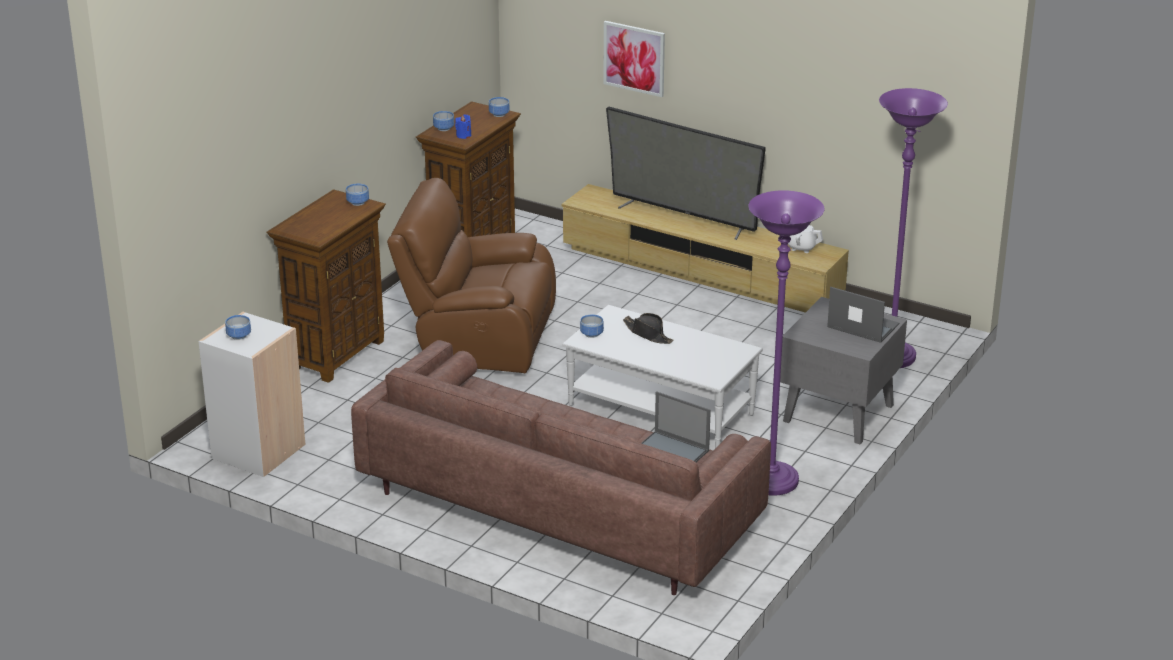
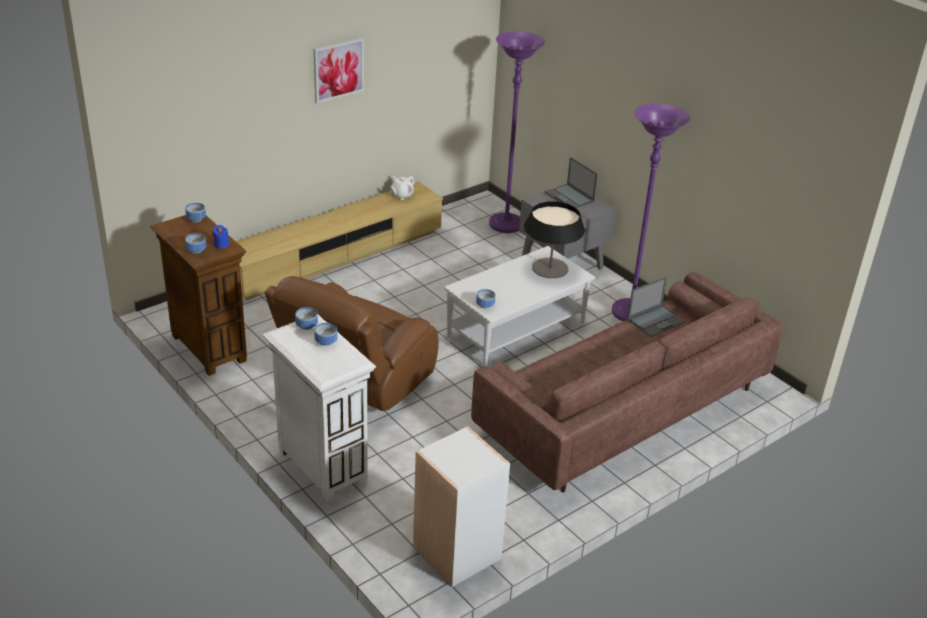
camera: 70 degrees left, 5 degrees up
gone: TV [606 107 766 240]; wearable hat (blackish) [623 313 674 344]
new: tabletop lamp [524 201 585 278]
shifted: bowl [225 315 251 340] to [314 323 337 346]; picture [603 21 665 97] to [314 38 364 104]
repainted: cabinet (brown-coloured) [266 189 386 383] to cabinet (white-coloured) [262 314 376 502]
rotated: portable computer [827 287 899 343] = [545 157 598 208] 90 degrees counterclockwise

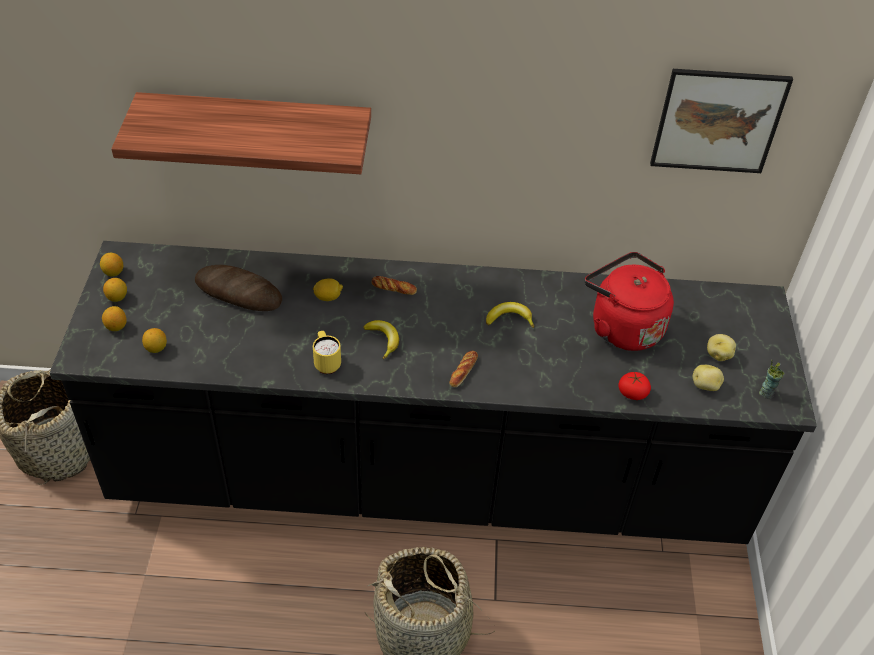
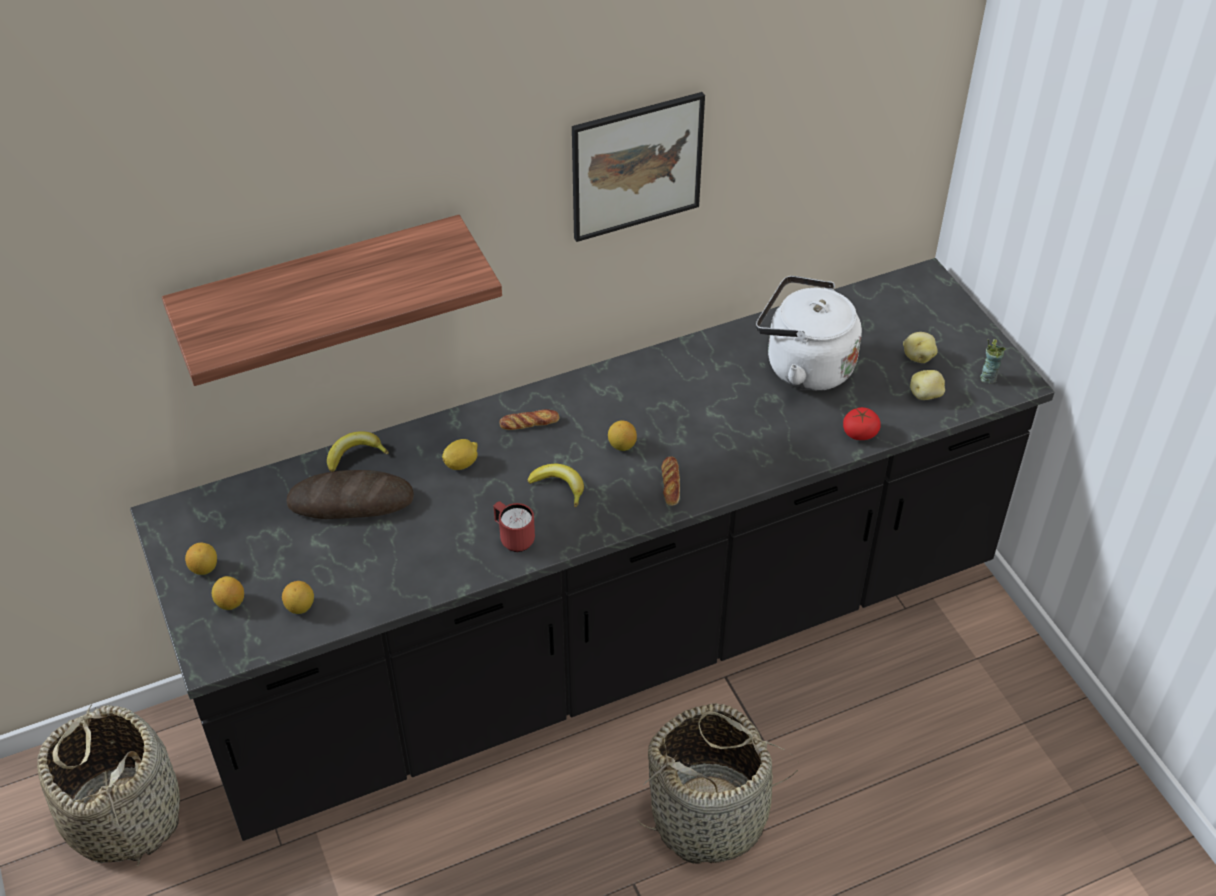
camera: 25 degrees left, 0 degrees up
shifted: whole lemon [100 253 123 276] to [608 420 637 451]; whole banana [486 302 534 328] to [327 431 389 472]; picture [650 69 793 173] to [572 92 705 242]
repainted: mug (yellow) [313 331 341 374] to mug (reddish) [493 501 535 552]; water kettle (reddish) [585 252 674 351] to water kettle (white-coloured) [756 276 862 391]

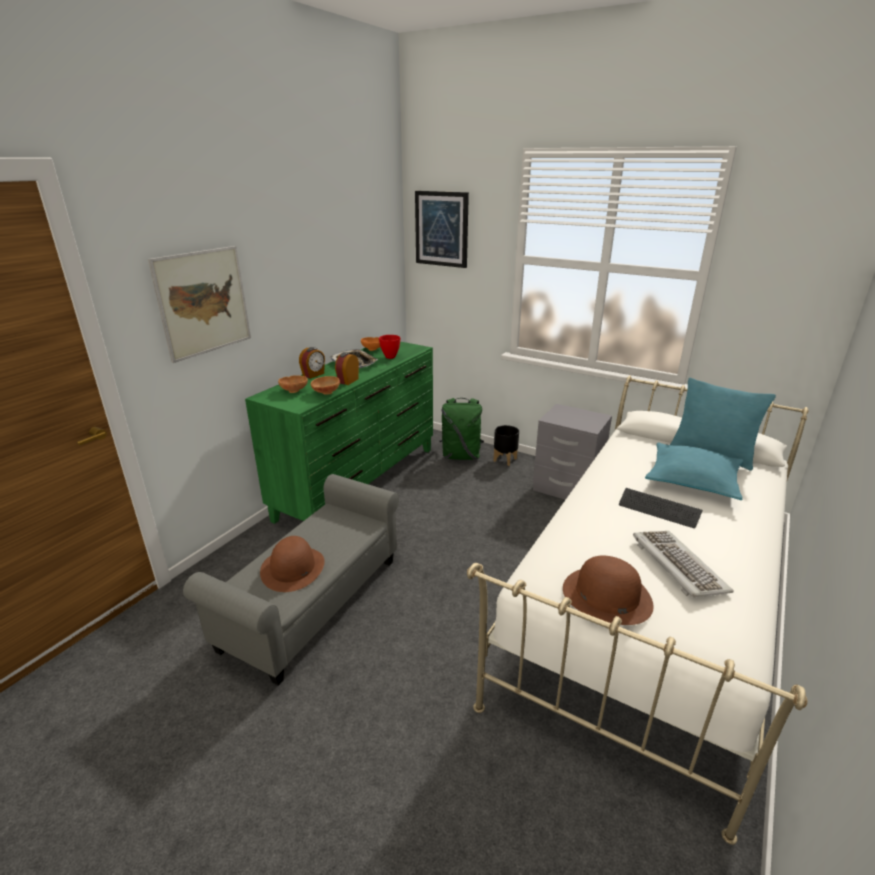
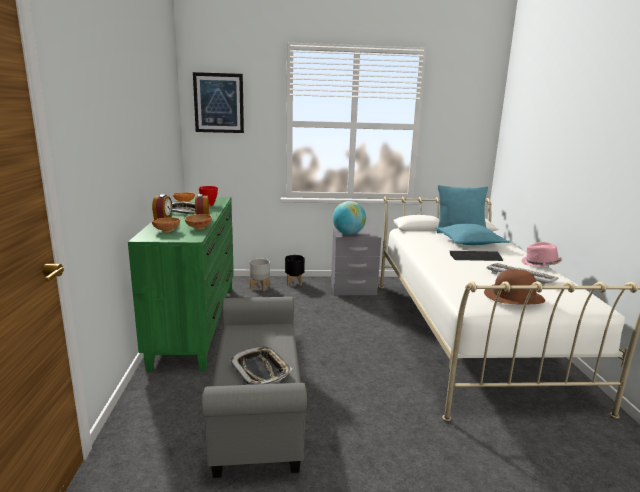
camera: 35 degrees left, 10 degrees down
gone: picture [148 246 251 363]
new: world globe [333 201 366 235]; wearable hat (pink) [521 242 562 267]
swapped: wearable hat (brown-coloured) [260 536 325 592] to serving tray [230 346 292 385]; rucksack (green-coloured) [440 398 484 460] to plant pot (gray) [249 259 270 291]

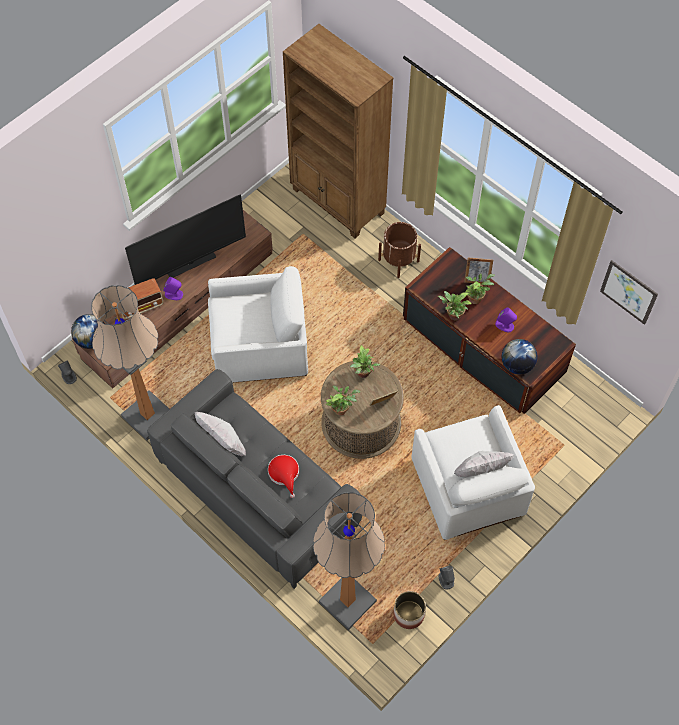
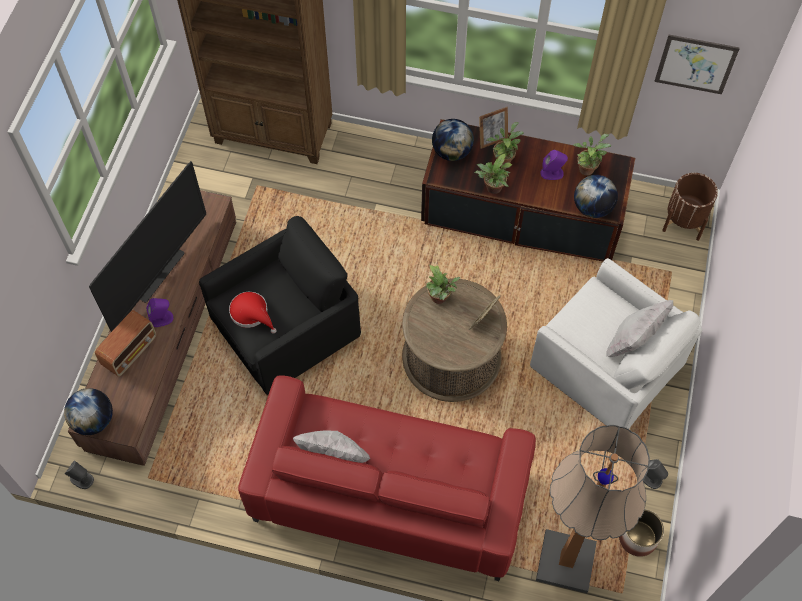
camera: 30 degrees left, 0 degrees up
gone: floor lamp [91 285 169 440]
new: world globe [432 119 474 161]
shifted: wearable hat (reddish) [268 455 299 498] to [229 292 276 334]; potted plant [326 385 360 416] to [573 134 611 176]; plant pot (brown-coloured) [378 222 421 278] to [662 173 718 241]
repainted: couch (gray) [147 369 362 589] to couch (reddish) [238 375 536 581]; lounge chair (white-coloured) [208 266 308 383] to lounge chair (blackish) [199 216 361 395]

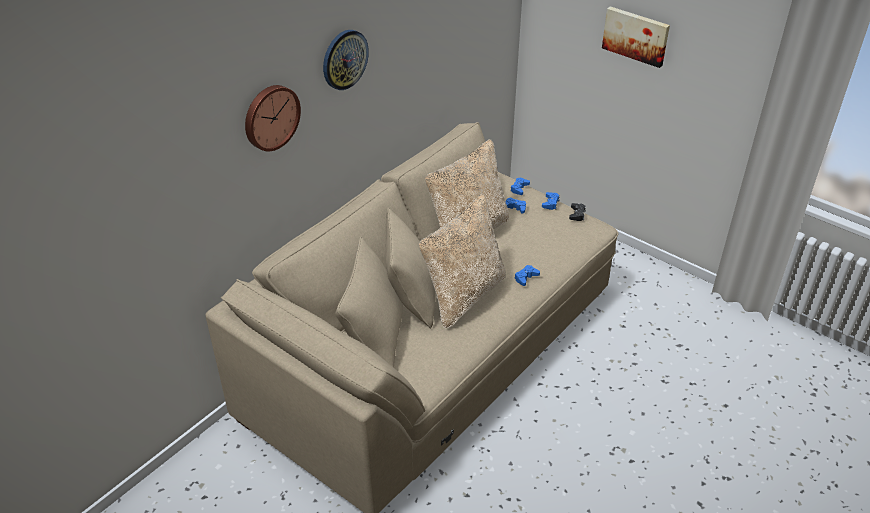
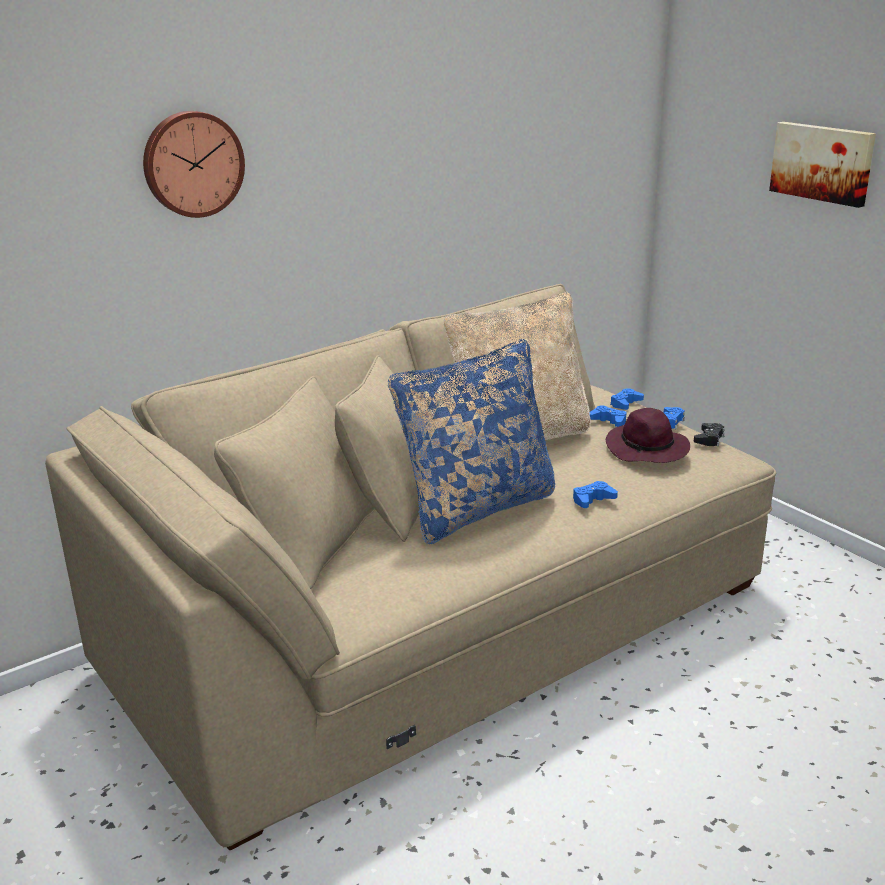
camera: 15 degrees right, 15 degrees down
gone: wall clock [323 30 369 90]
new: wearable hat (purple-coloured) [606 408 690 463]
repainted: pillow (sand-coloured) [419 194 506 328] to pillow (blue-coloured) [387 339 555 544]

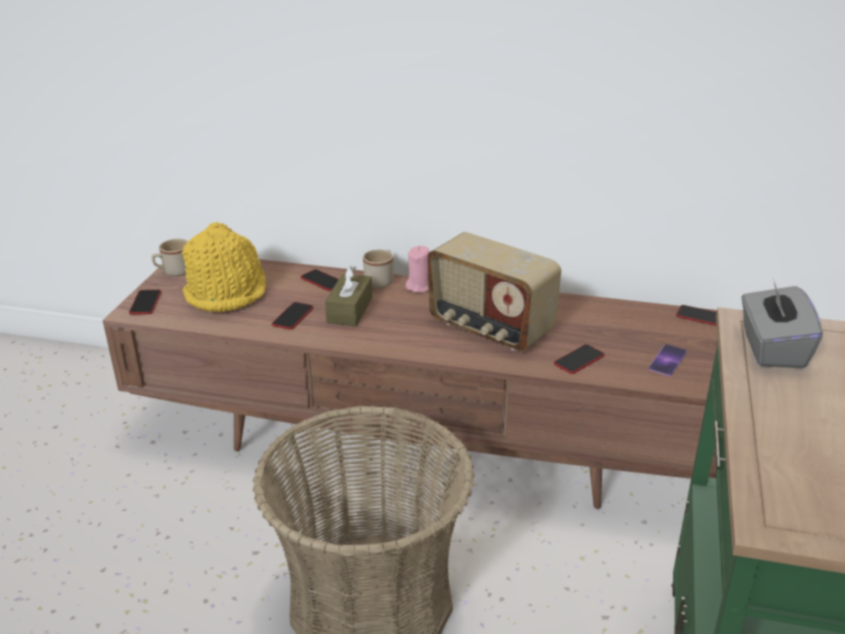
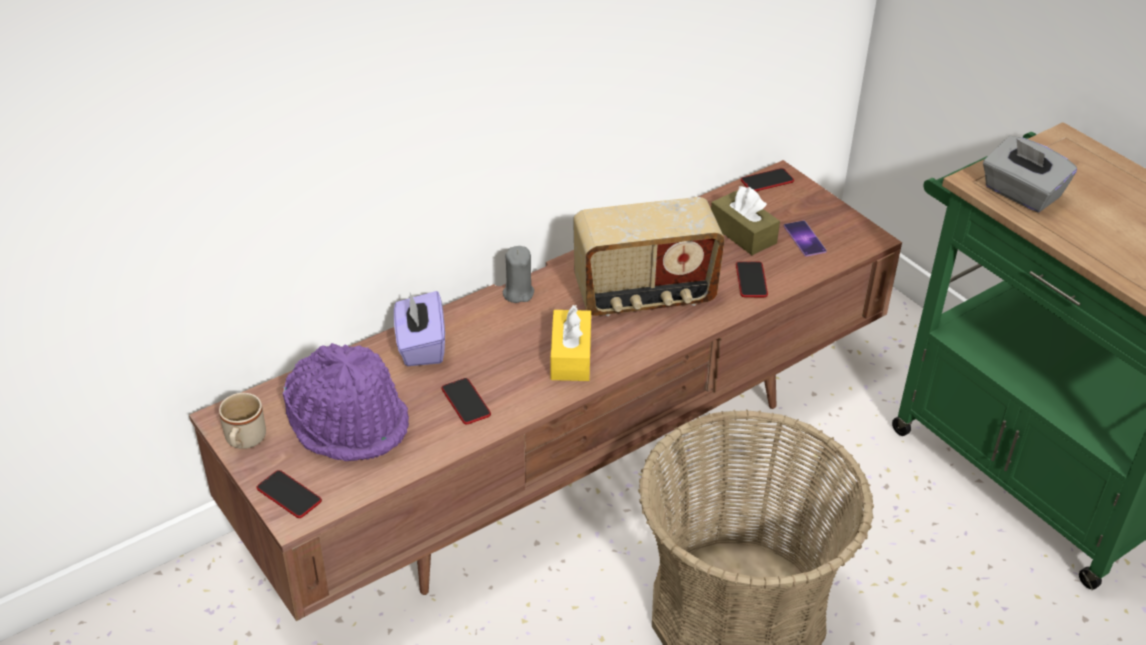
camera: 50 degrees left, 10 degrees up
gone: mug (sand-coloured) [363 249 393 288]
new: tissue holder (yellow) [551 305 591 381]
shifted: tissue holder (brown-coloured) [325 265 372 326] to [711 186 780 255]
swapped: handset [301 269 339 291] to tissue holder (purple-coloured) [394 291 445 366]
repainted: wearable hat (yellow) [182 222 266 312] to wearable hat (purple-coloured) [283 343 409 461]; wax light (pink) [405 246 430 293] to wax light (gray) [503 246 534 303]

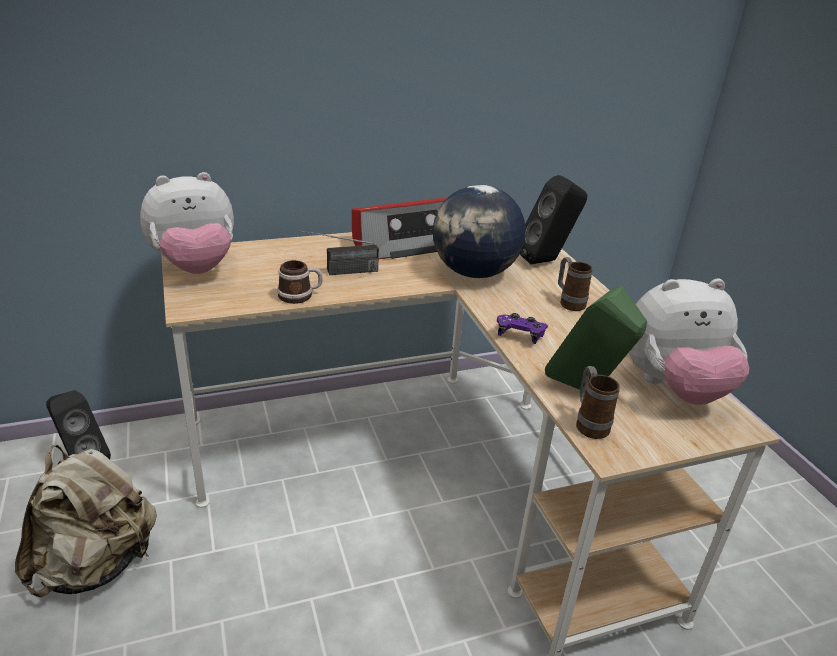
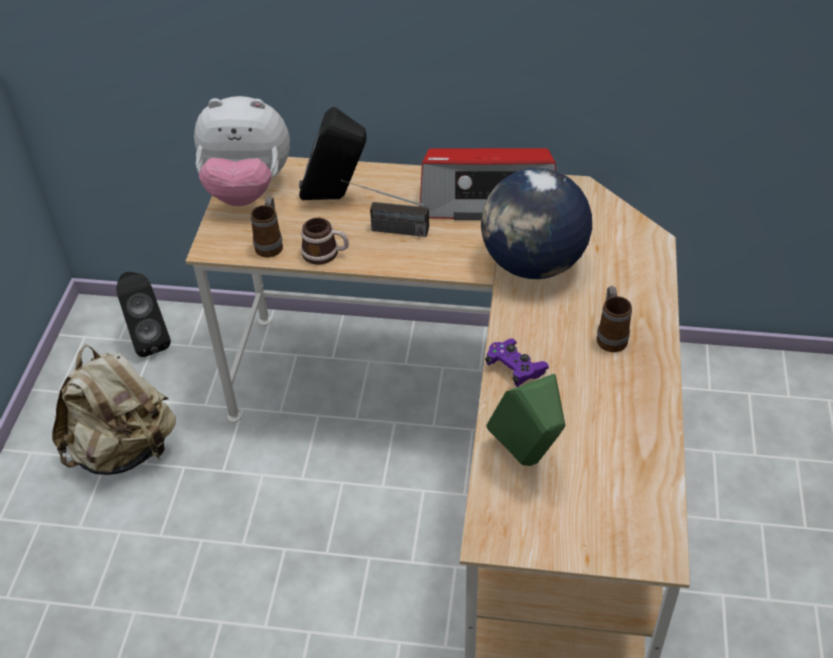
camera: 30 degrees right, 15 degrees up
gone: cuddly toy [628 279 749 405]
shifted: audio speaker (blackish) [520 175 588 264] to [299 107 367 200]; mug [576 366 619 439] to [251 197 283 257]

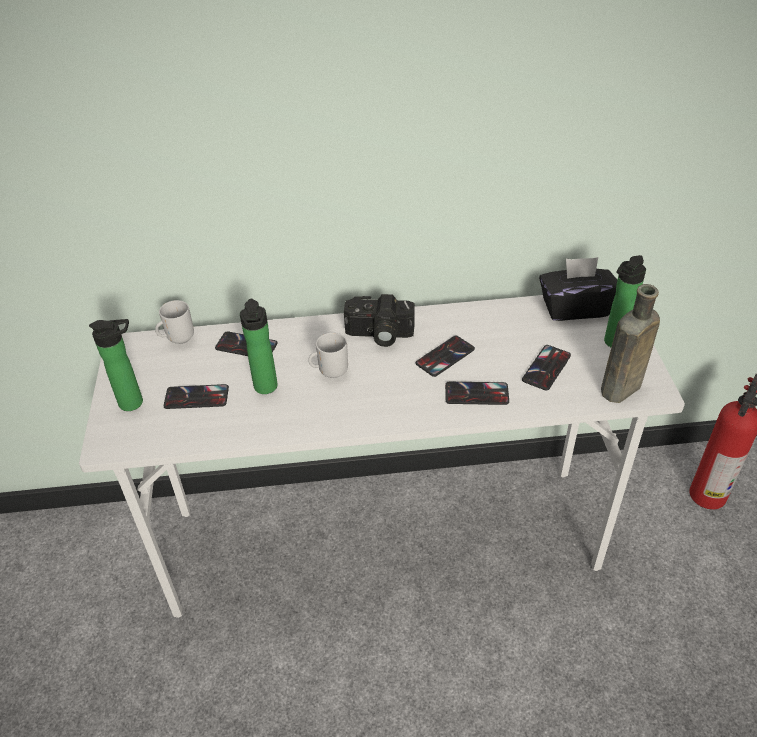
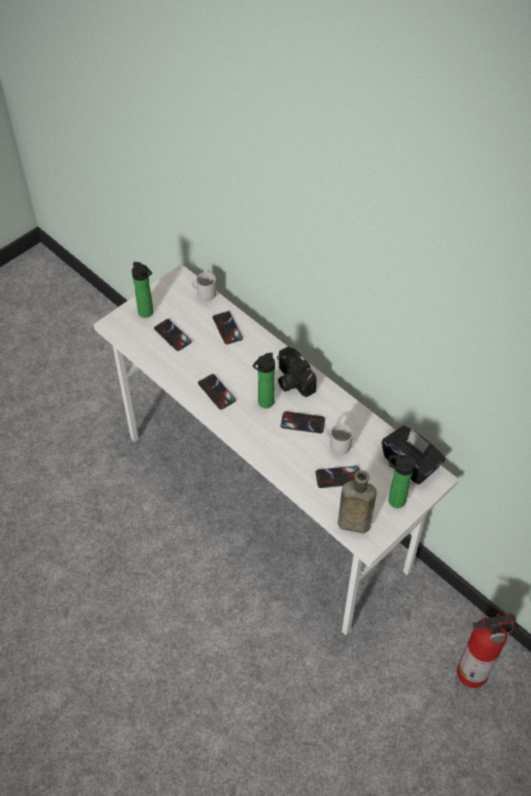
camera: 50 degrees right, 10 degrees up
shifted: beverage bottle [240 299 278 394] to [252 353 275 408]; mug [308 333 348 378] to [326 424 353 455]; handset [445 382 509 405] to [198 374 236 410]

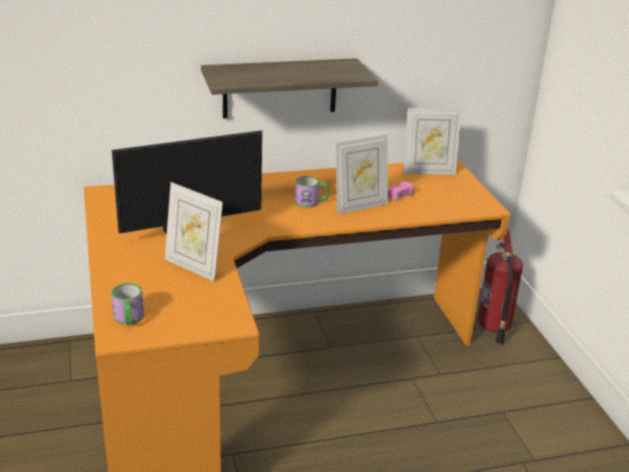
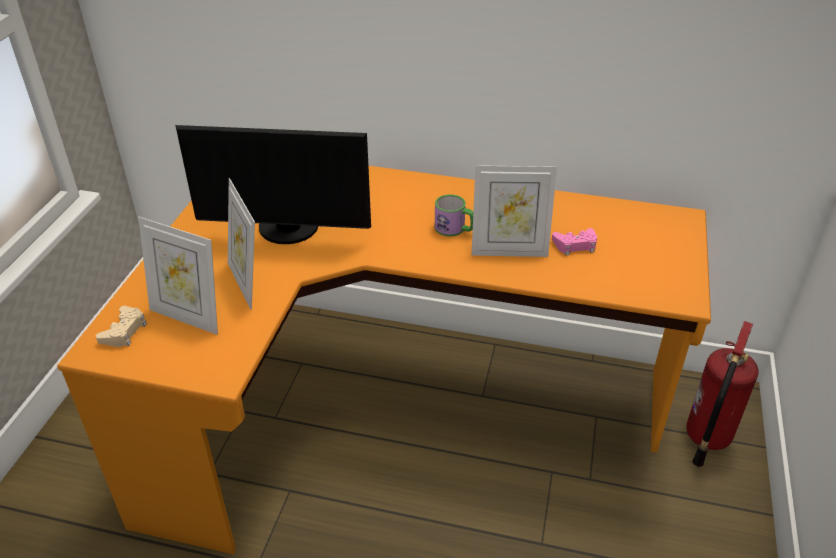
camera: 30 degrees right, 10 degrees up
gone: wall shelf [201 58 378 118]
shifted: picture frame [403 108 462 175] to [138 217 218 335]
swapped: mug [111 283 144 325] to joypad (sand-coloured) [96 306 147 347]

